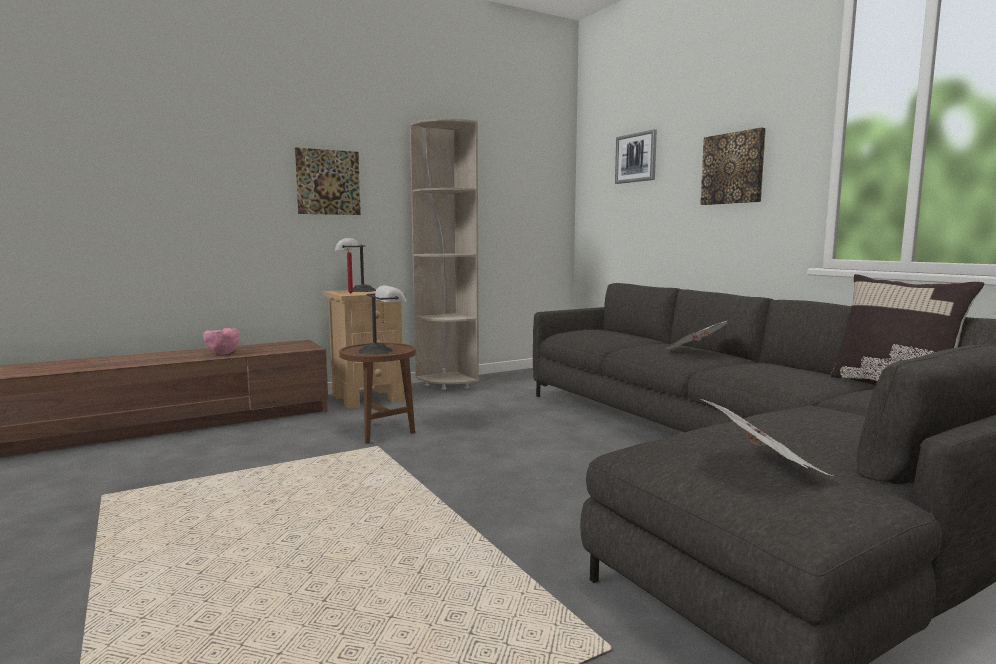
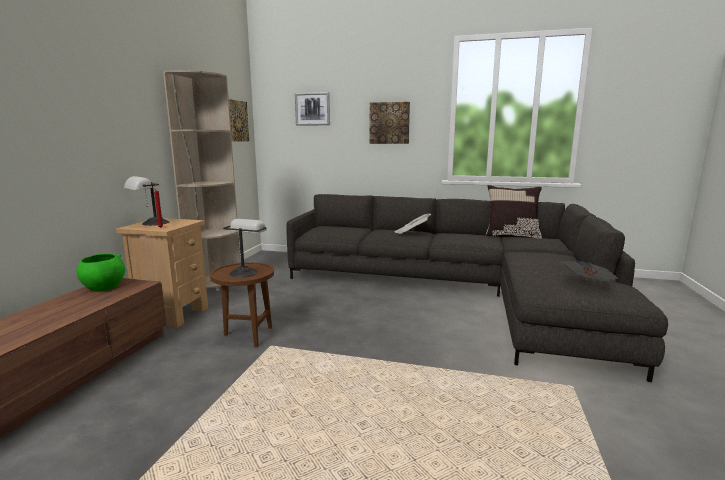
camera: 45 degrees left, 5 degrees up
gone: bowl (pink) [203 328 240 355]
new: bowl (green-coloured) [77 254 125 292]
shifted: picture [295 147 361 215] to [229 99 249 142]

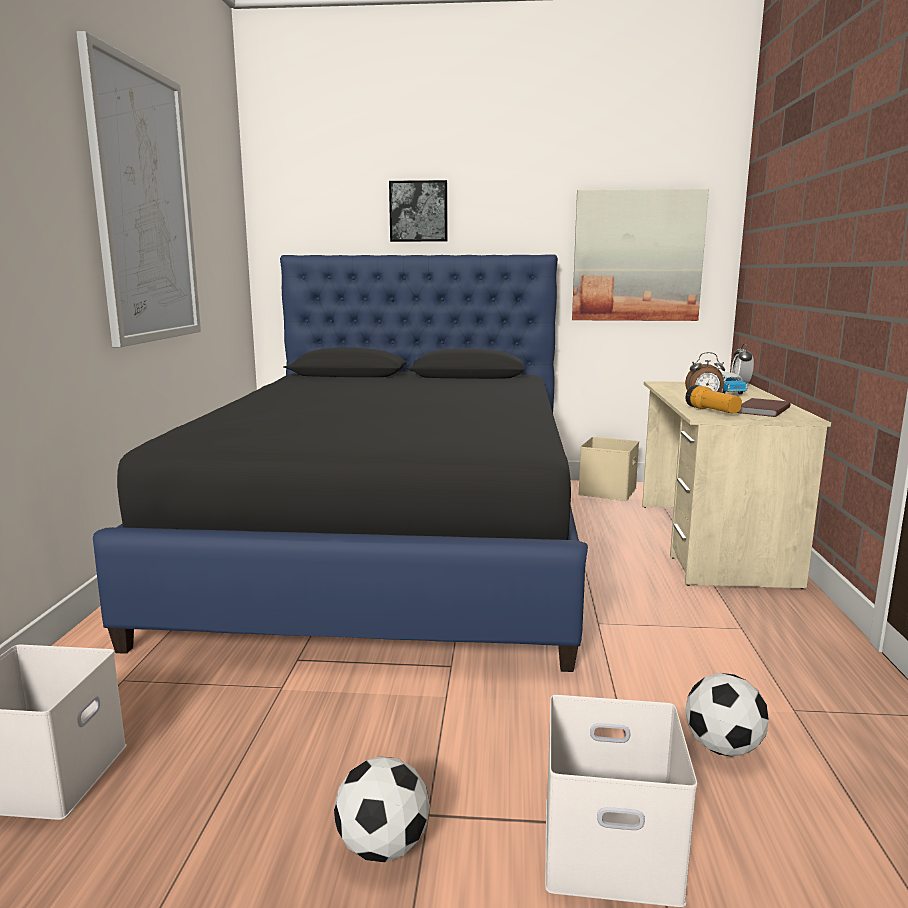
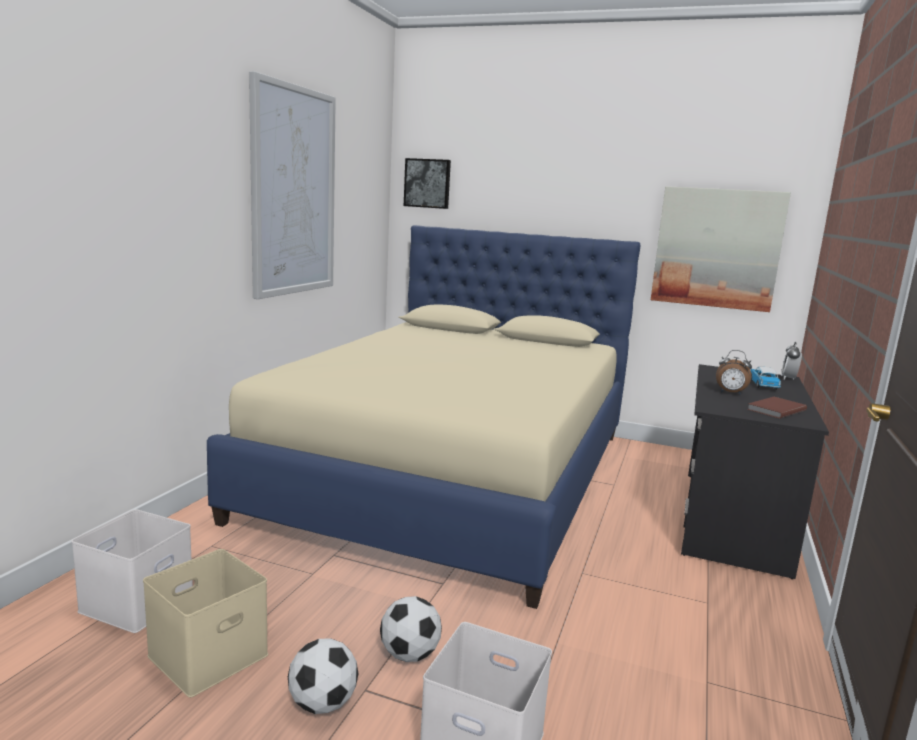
camera: 15 degrees right, 0 degrees up
gone: flashlight [686 385 742 413]
shifted: picture [389 180 448 242] to [404 158 451 209]; storage box (sand-coloured) [578 437 639 501] to [143 549 268 697]; ball for football [685 673 769 757] to [380 596 442 662]
repainted: bedroom bed (blackish) [93 254 588 672] to bedroom bed (sand-coloured) [207 225 641 609]; desk unit (sand-coloured) [642 381 831 589] to desk unit (blackish) [681 364 829 579]

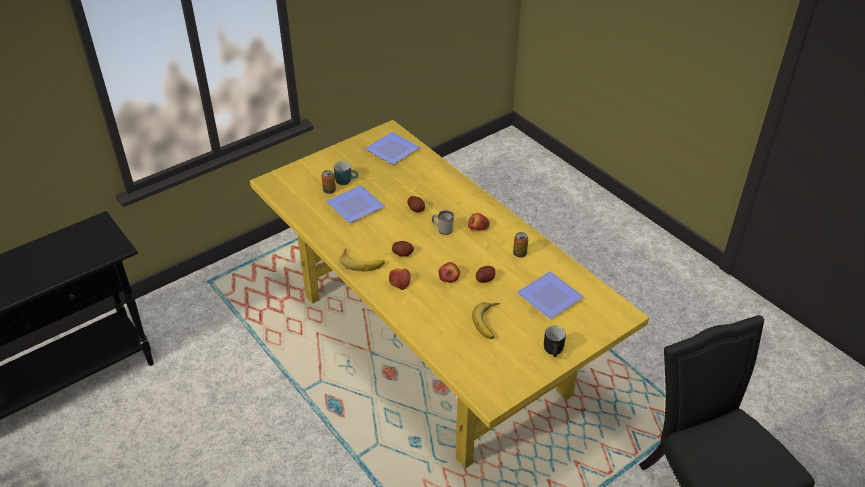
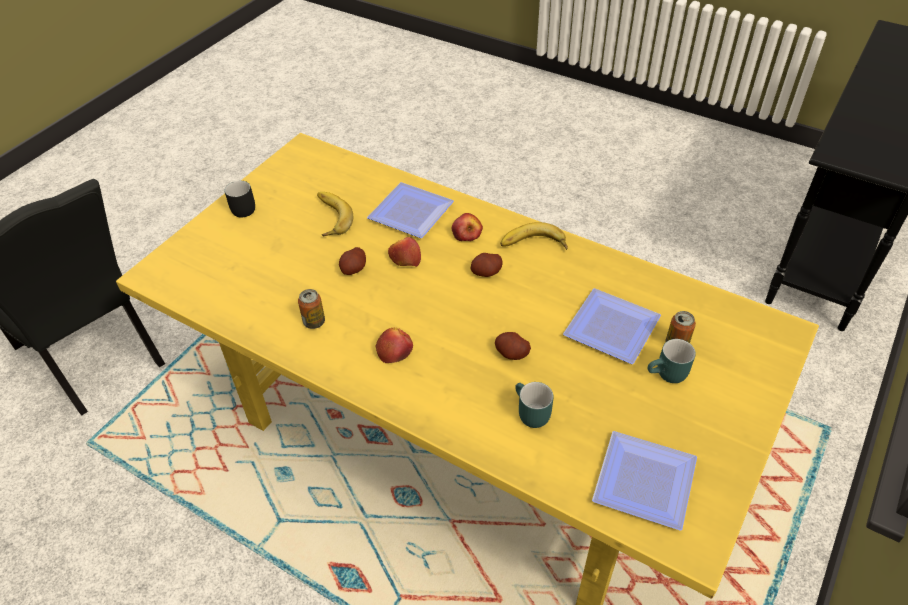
camera: 160 degrees right, 5 degrees up
gone: mug (white-coloured) [432 210 454 235]
new: mug (turquoise) [515 382 553 428]
shifted: plate [516 271 584 319] to [367 182 454 238]

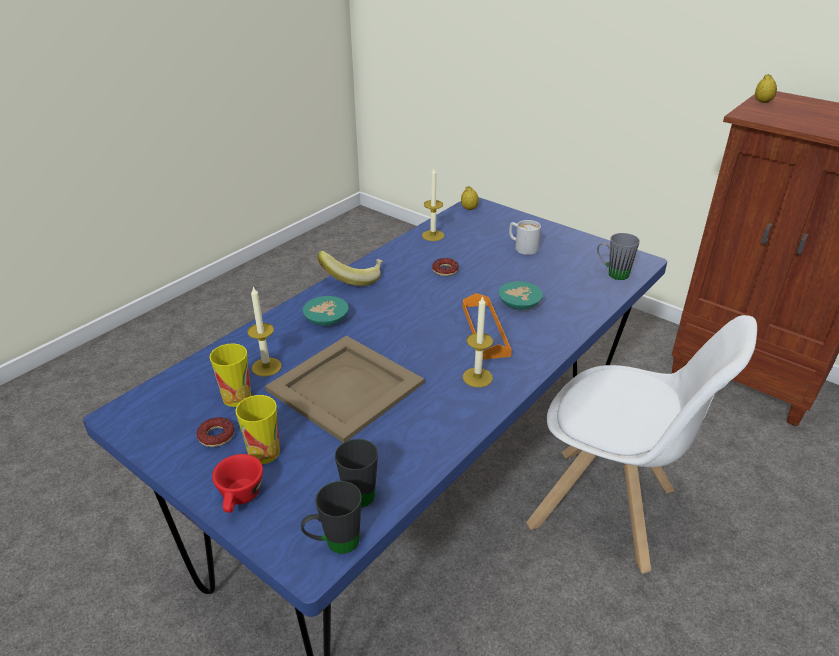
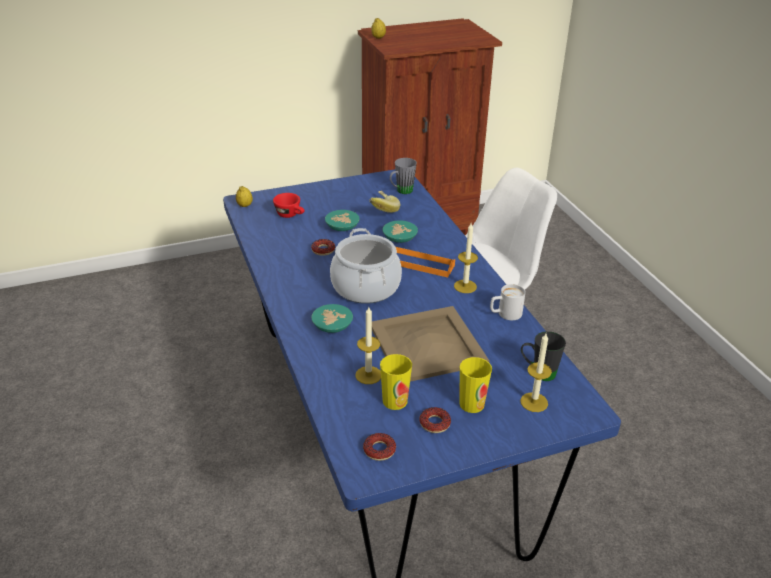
camera: 60 degrees left, 0 degrees up
gone: mug (blackish) [301 481 362 554]
new: bowl (turquoise) [325 210 360 231]; stockpot [330 228 402 304]; donut [363 433 396 461]
shifted: drinking cup (reddish) [212 454 263 513] to [273 193 305 218]; whole banana [318 251 383 286] to [369 191 400 213]; wax light [422 168 444 241] to [520 333 552 412]; mug (white-coloured) [509 220 541 255] to [490 284 526 320]

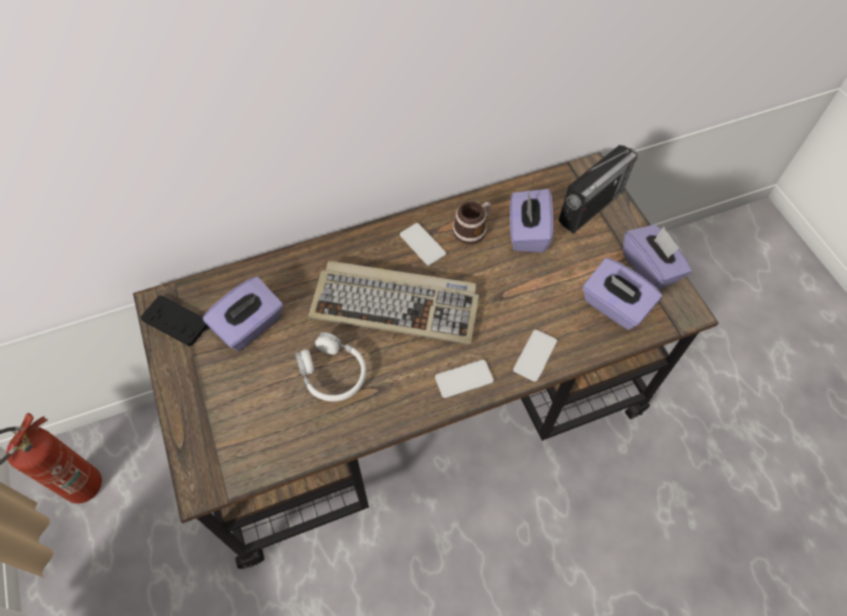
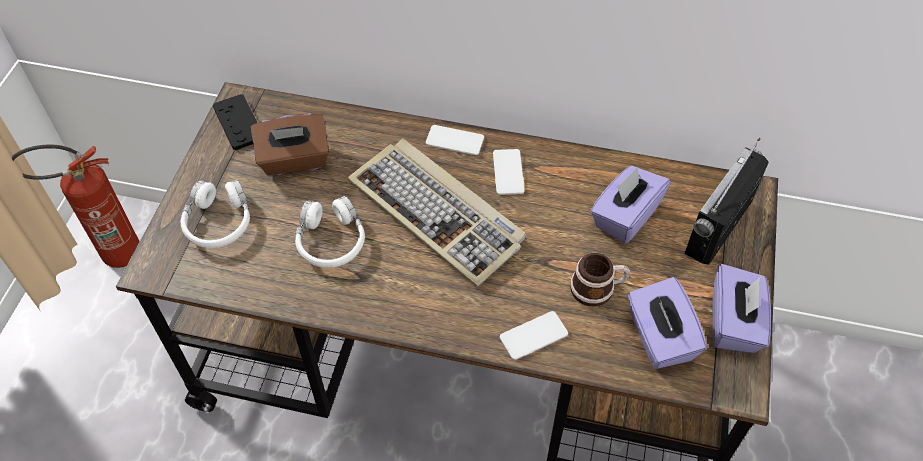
camera: 35 degrees right, 5 degrees down
new: headset (white-coloured) [181 179 250 248]
shifted: handset [435 360 494 398] to [426 125 484 155]; mug [453 201 491 244] to [570 253 630 306]
repainted: tissue holder (purple-coloured) [203 276 283 351] to tissue holder (brown-coloured) [251 113 329 176]
rotated: radio receiver [559 145 638 234] = [684 138 769 265] 135 degrees clockwise

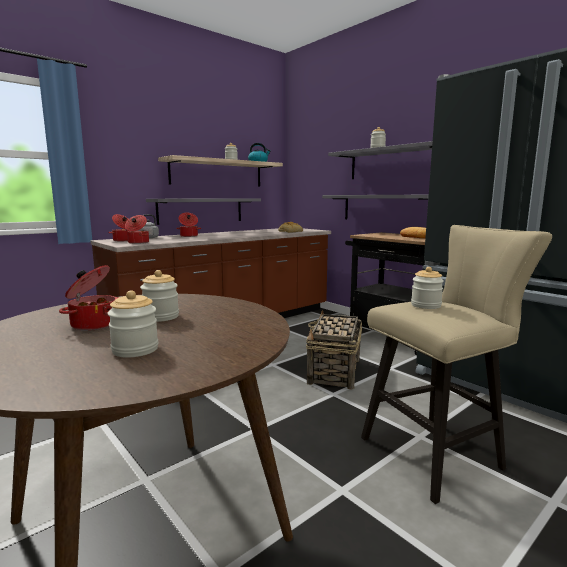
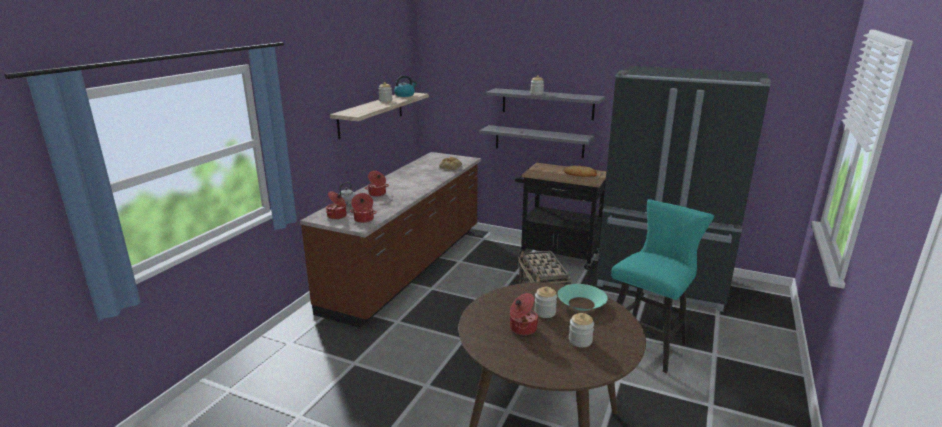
camera: 25 degrees left, 10 degrees up
gone: wall shelf (gray) [146 198 261 225]; storage jar [411 267 444 309]
new: bowl (turquoise) [558 284 607 311]
repainted: stool seat (sand-coloured) [361 225 552 504] to stool seat (turquoise) [611 199 714 373]

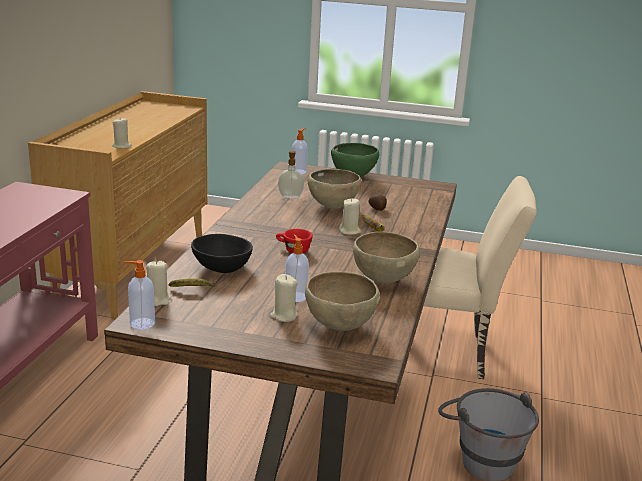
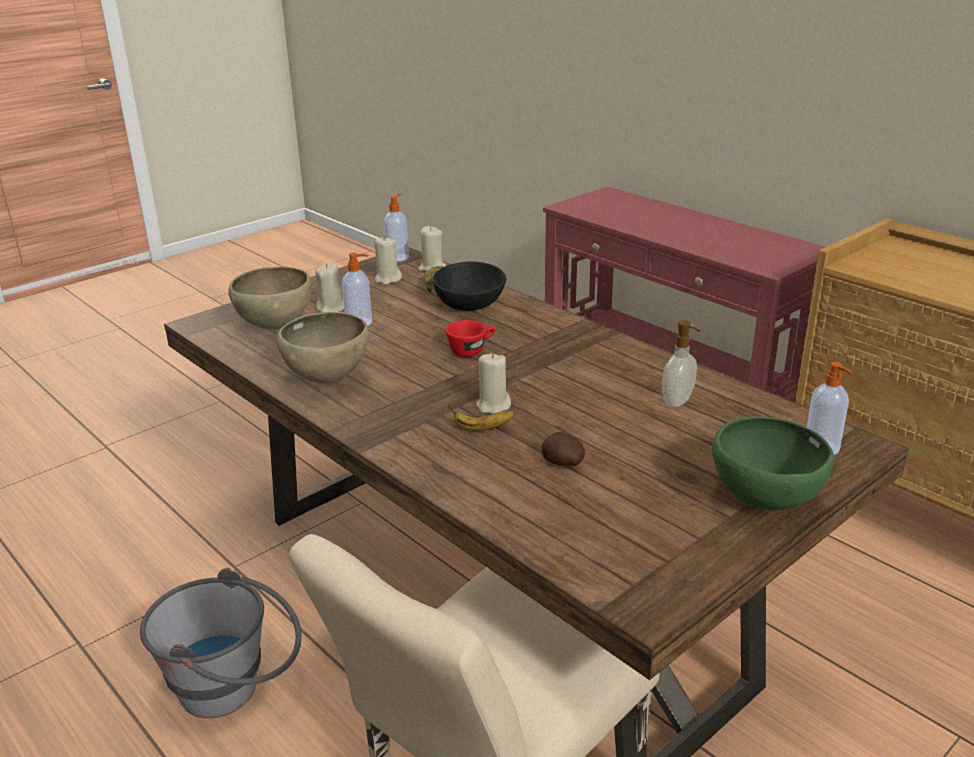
camera: 125 degrees right, 5 degrees up
gone: bowl (brown-coloured) [308 169 361 209]
shifted: wax light (sand-coloured) [112 117 132 148] to [374 236 402 285]

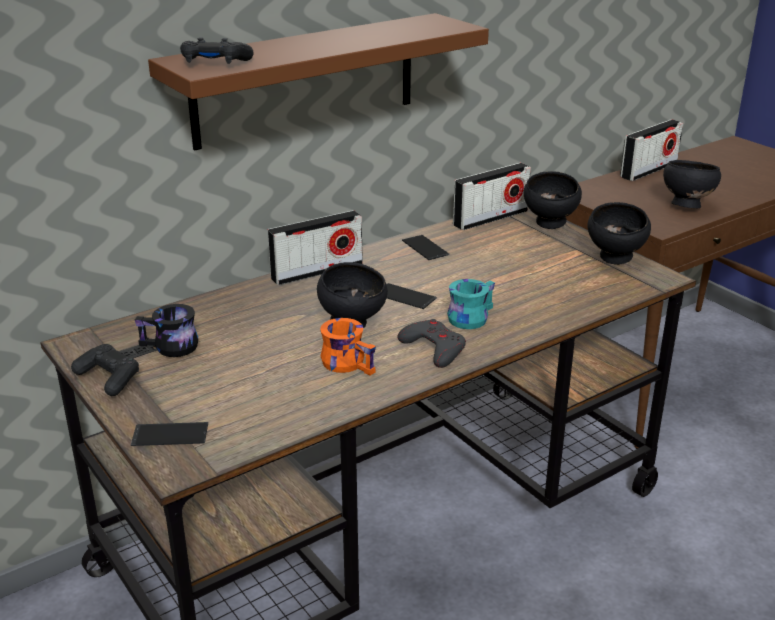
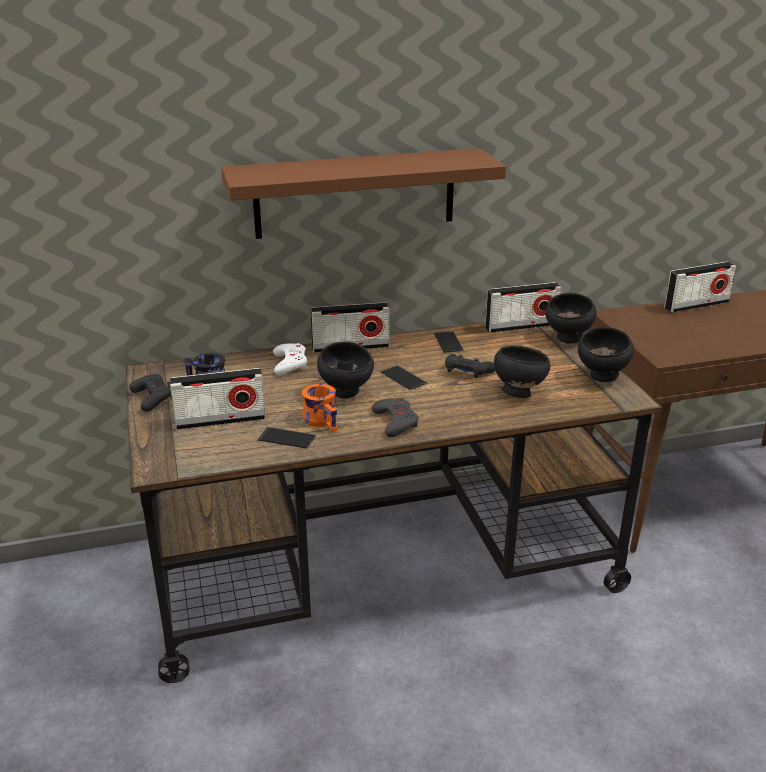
camera: 20 degrees right, 0 degrees up
gone: mug (turquoise) [447 279 495 329]
new: radio receiver [169 368 265 430]; joypad (white-coloured) [273 343 307 375]
shifted: handset [131 422 208 446] to [258 427 316 449]; joypad (blackish) [180 38 253 64] to [445 354 495 378]; bowl (blackish) [663 160 721 209] to [494 345 550 398]

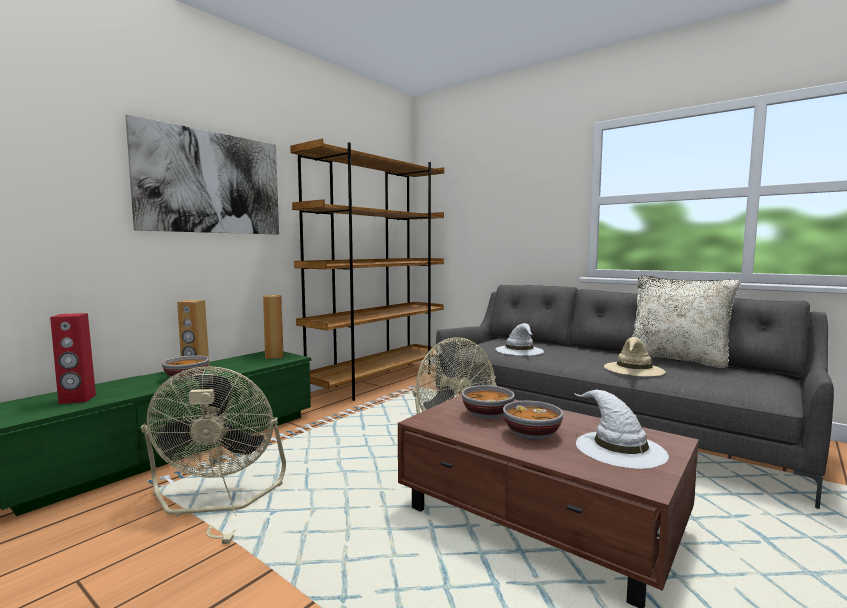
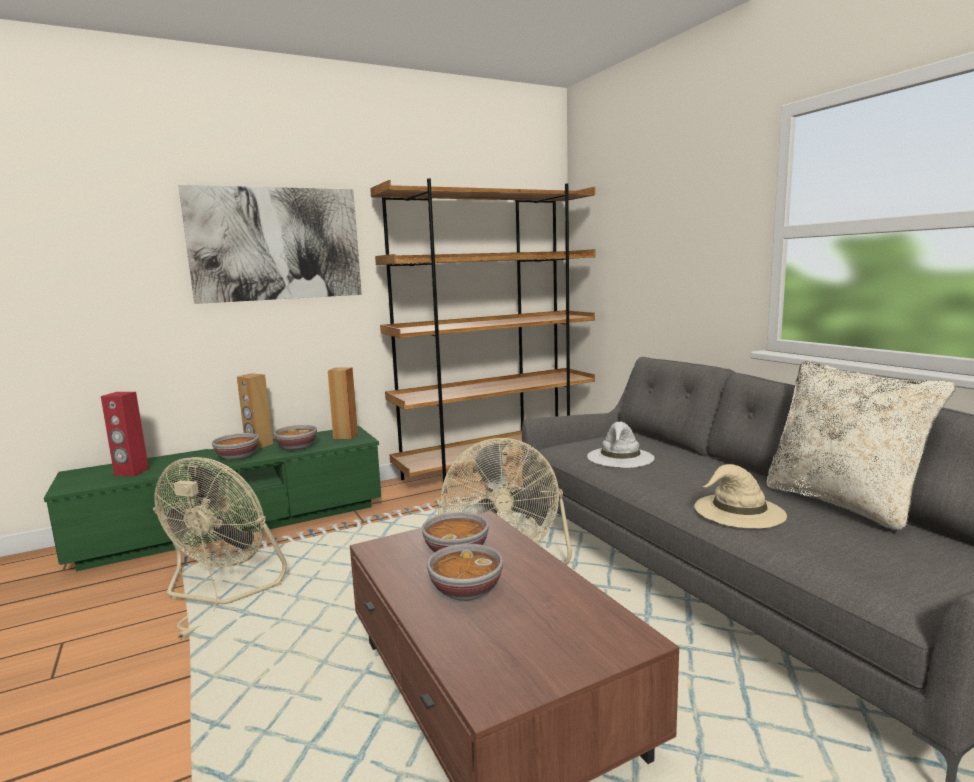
camera: 25 degrees right, 5 degrees up
gone: wearable hat (white-coloured) [574 390 669 469]
new: bowl [273 425 317 450]

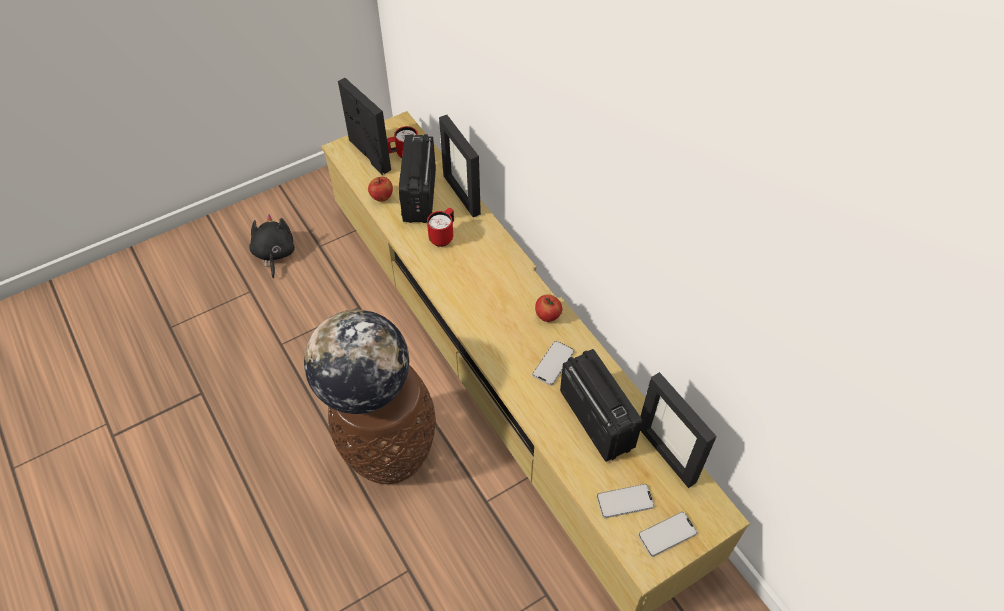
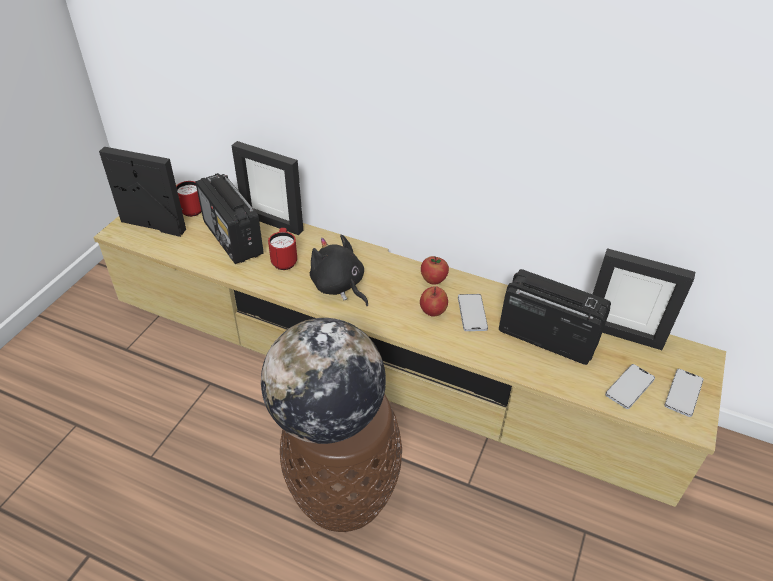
camera: 35 degrees left, 10 degrees down
shifted: cuddly toy (blackish) [249 214 295 279] to [310 234 368 306]; apple fruit [368 177 393 202] to [420 286 448 317]

